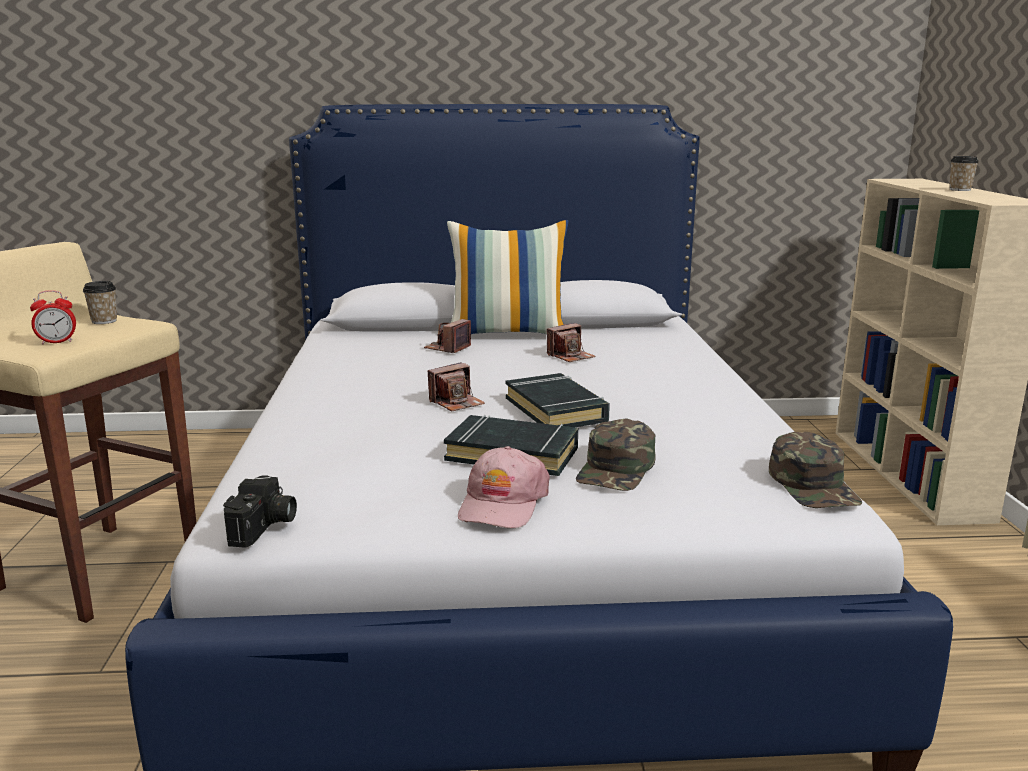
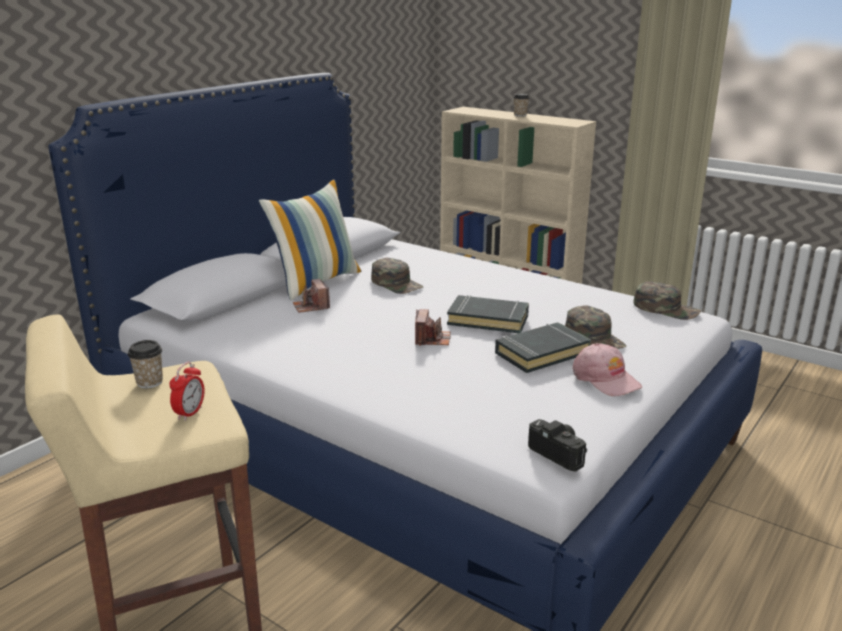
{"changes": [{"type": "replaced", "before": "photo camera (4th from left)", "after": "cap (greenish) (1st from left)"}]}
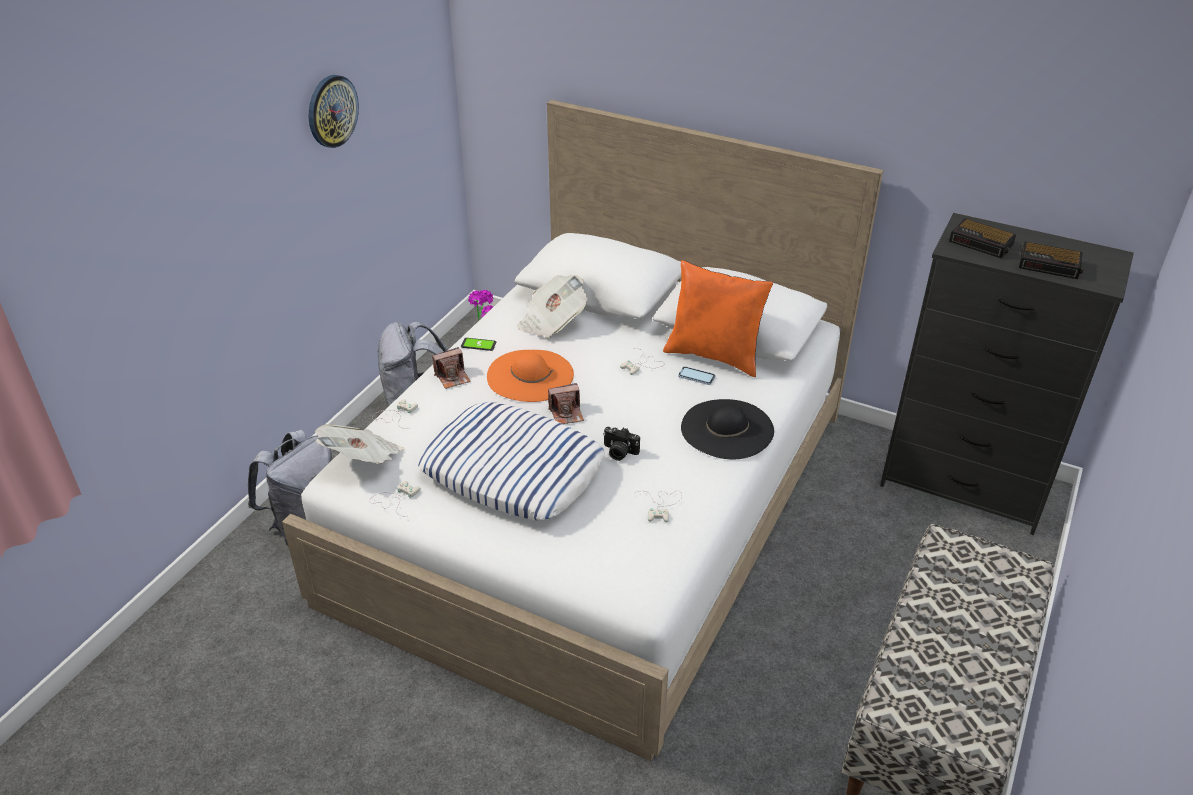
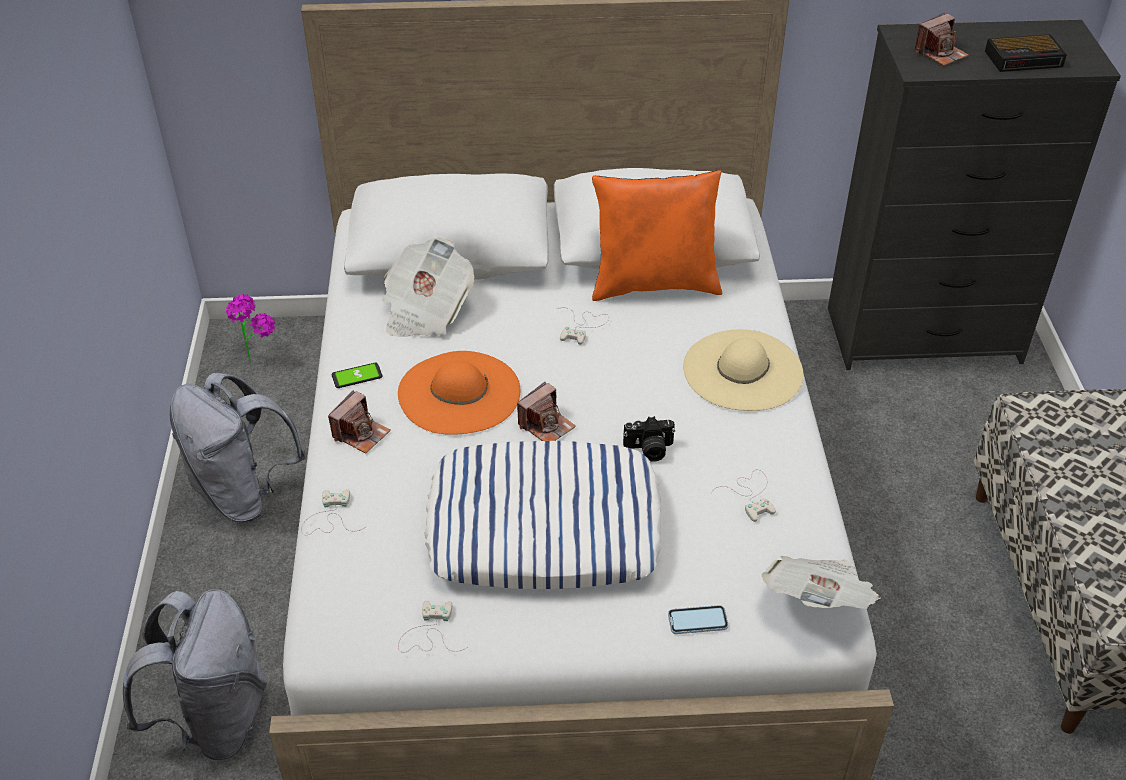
{"changes": [{"type": "removed", "before": "wall clock"}, {"type": "replaced", "before": "bedside clock (1st from left)", "after": "photo camera (4th from left)"}, {"type": "moved", "before": "phone (2nd from left)"}, {"type": "recoloured", "before": "hat (black)", "after": "hat (beige)"}, {"type": "moved", "before": "newspaper (1st from left in the first image)", "after": "newspaper (2nd from left)"}]}
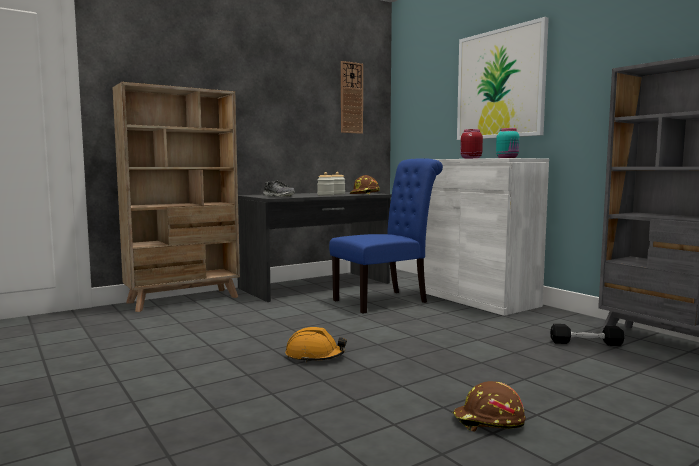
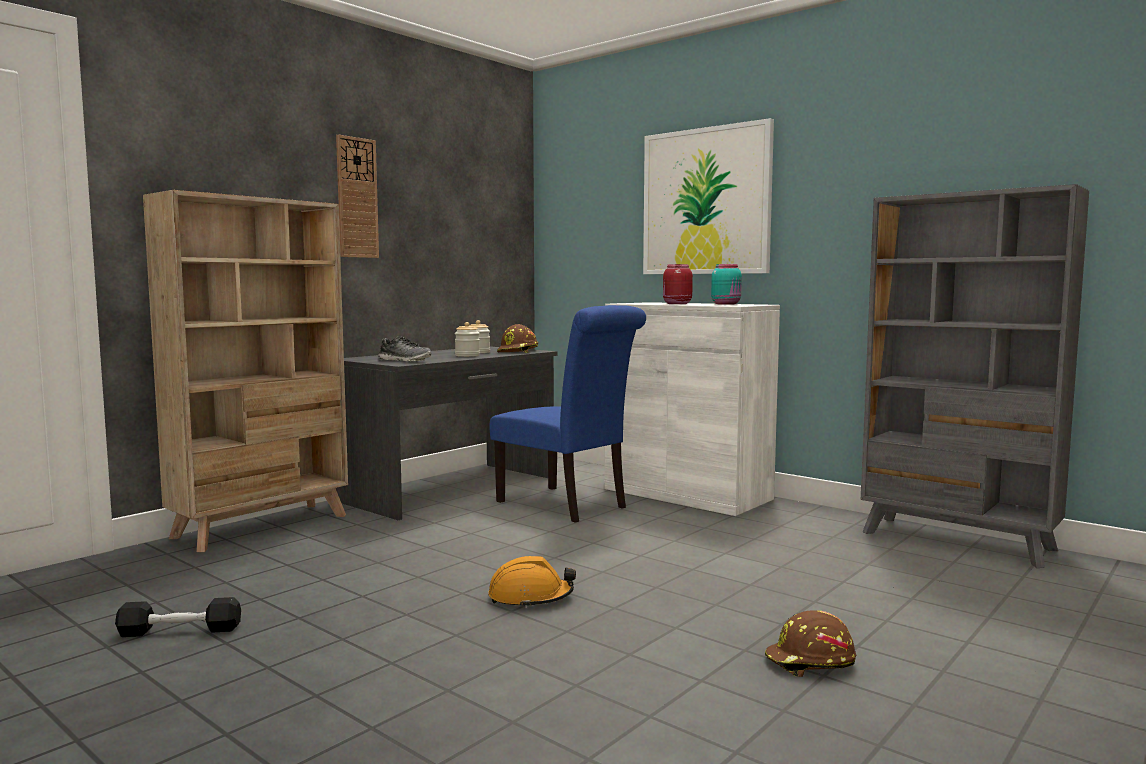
{"changes": [{"type": "moved", "before": "wall clock"}, {"type": "turned", "before": "upright chair (blue)", "turn": 90}, {"type": "moved", "before": "free weight (black)"}]}
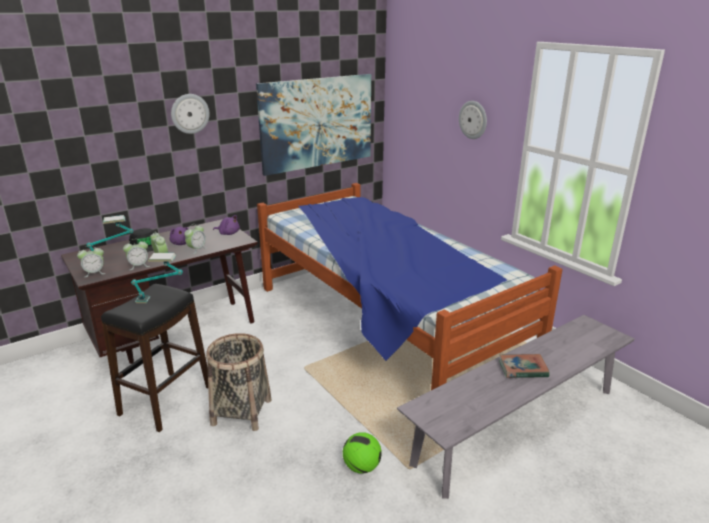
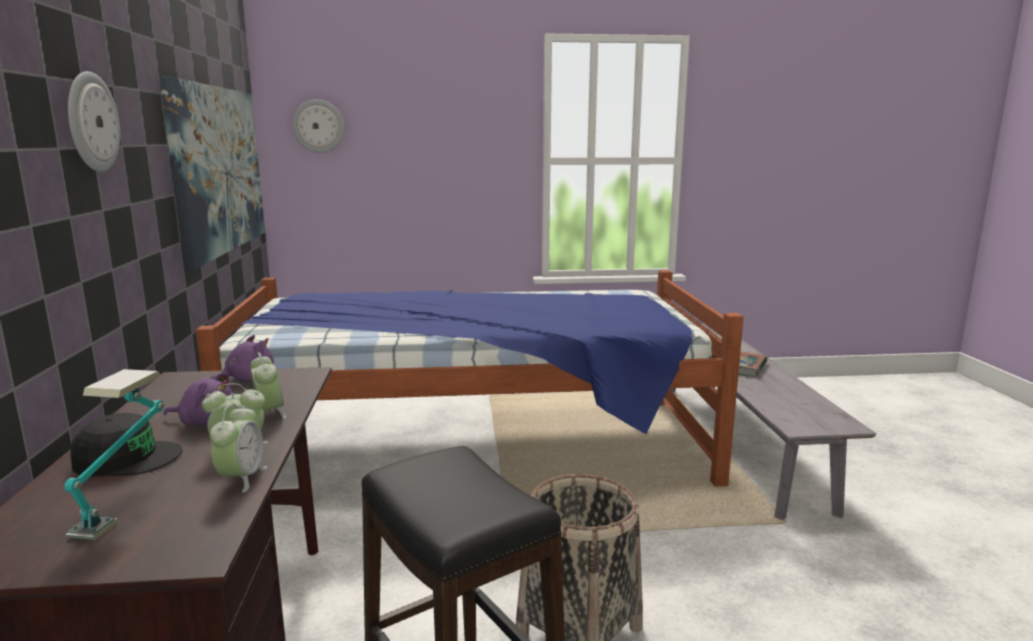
{"changes": [{"type": "moved", "before": "wall clock (2nd from left)"}, {"type": "removed", "before": "bedside clock (1st from left)"}, {"type": "removed", "before": "lamp for a table (2nd from left)"}, {"type": "removed", "before": "football"}]}
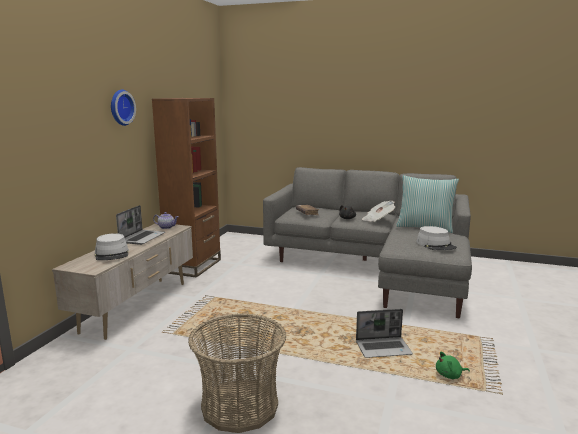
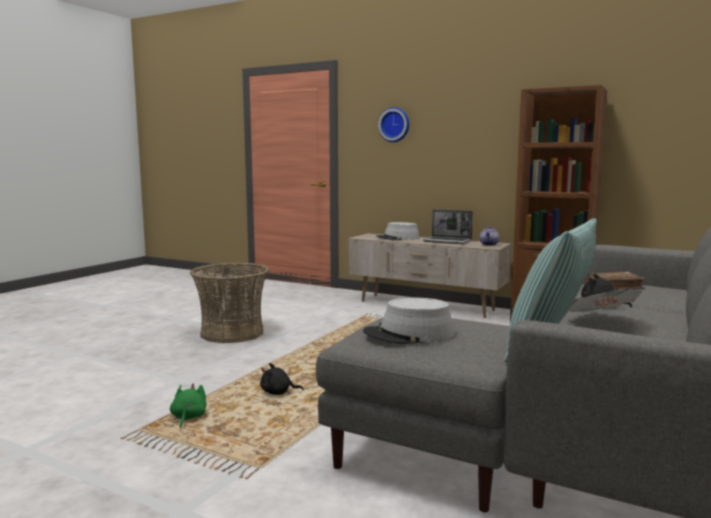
{"changes": [{"type": "moved", "before": "wall clock"}, {"type": "replaced", "before": "notebook computer (2nd from left)", "after": "plush toy (black) (1st from left)"}]}
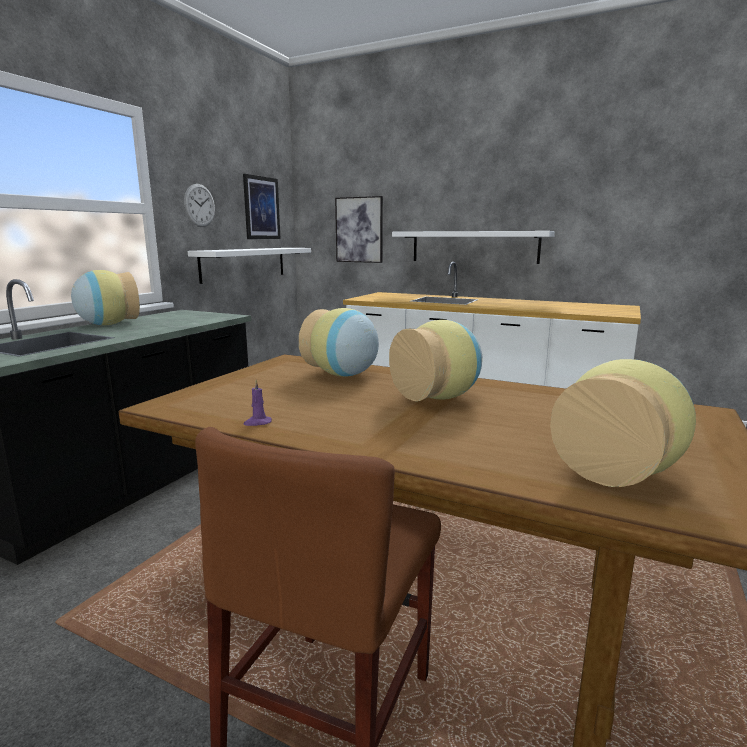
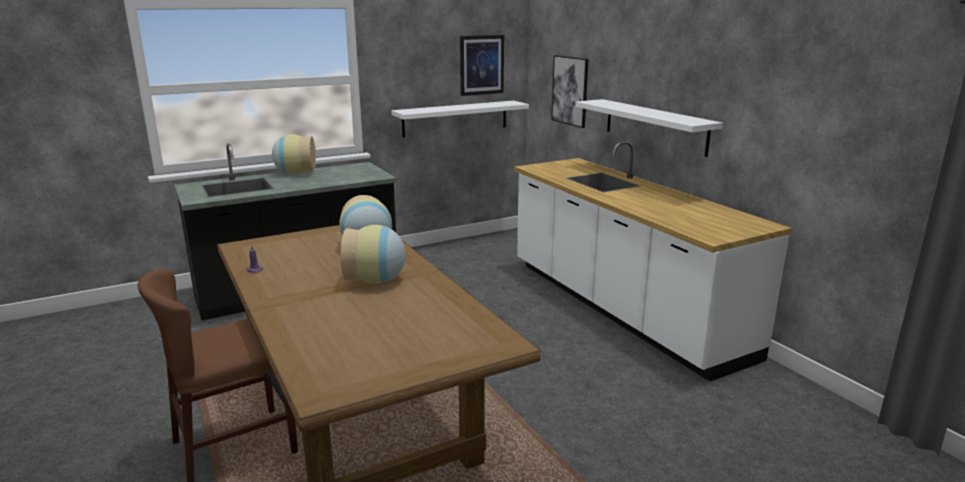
{"changes": [{"type": "removed", "before": "wall clock"}, {"type": "removed", "before": "flower vase (4th from left)"}]}
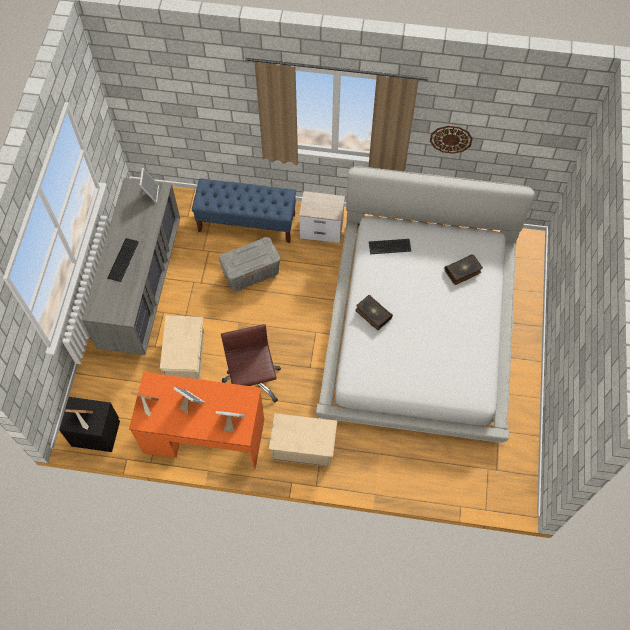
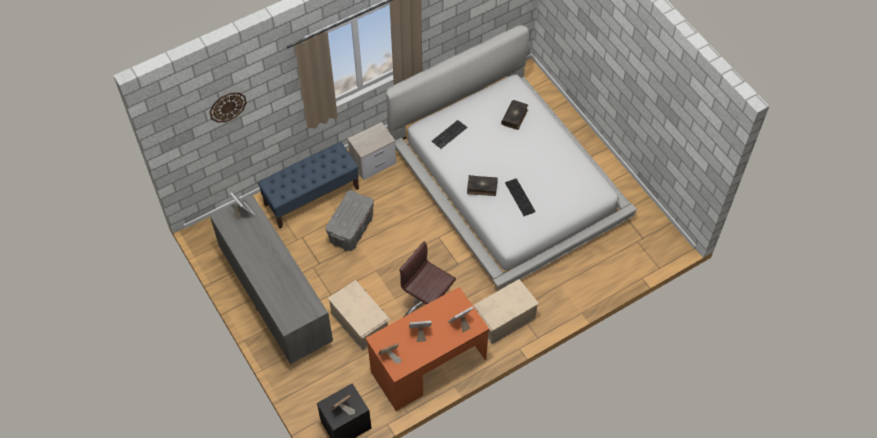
{"changes": [{"type": "moved", "before": "wall clock"}, {"type": "moved", "before": "computer keyboard (1st from left in the first image)", "after": "computer keyboard (2nd from left)"}]}
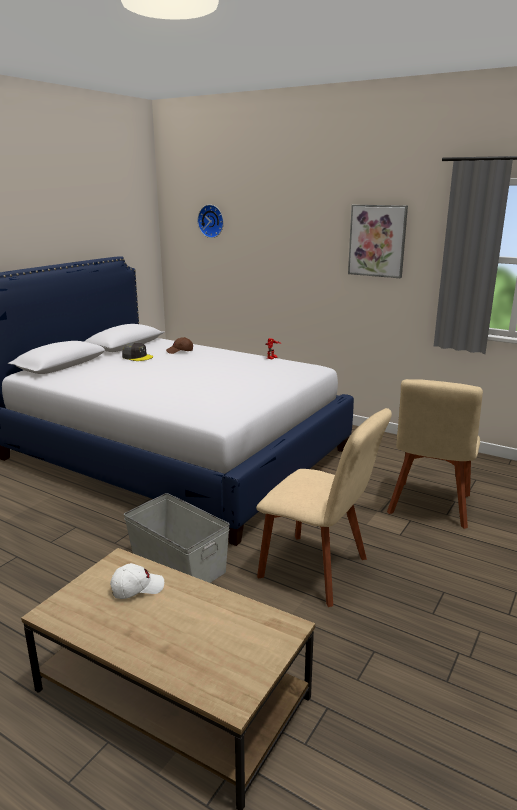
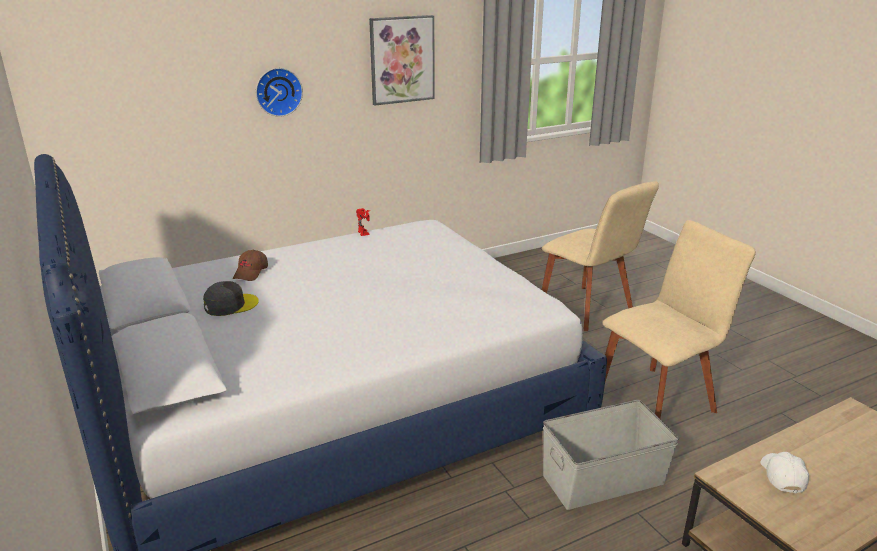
{"changes": [{"type": "moved", "before": "wall clock"}]}
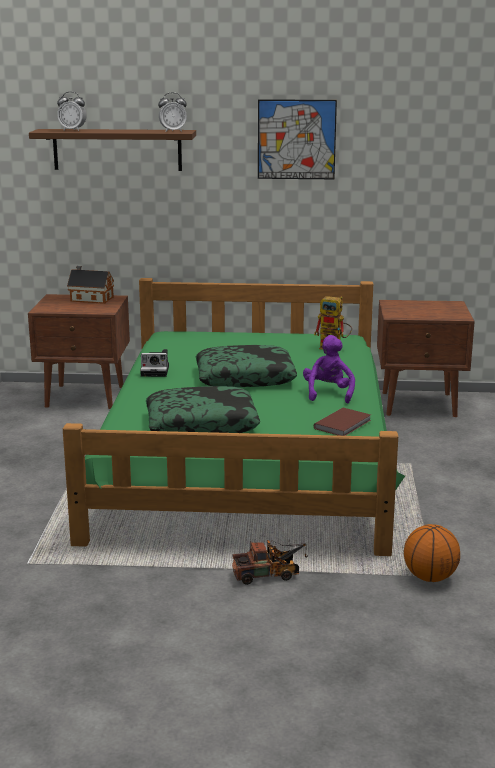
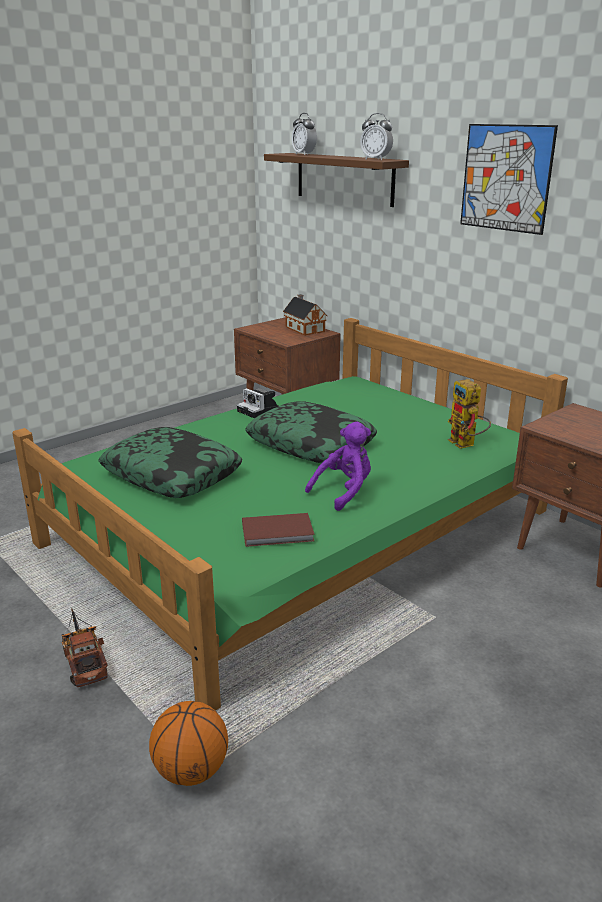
{"changes": [{"type": "turned", "before": "toy truck", "turn": -150}]}
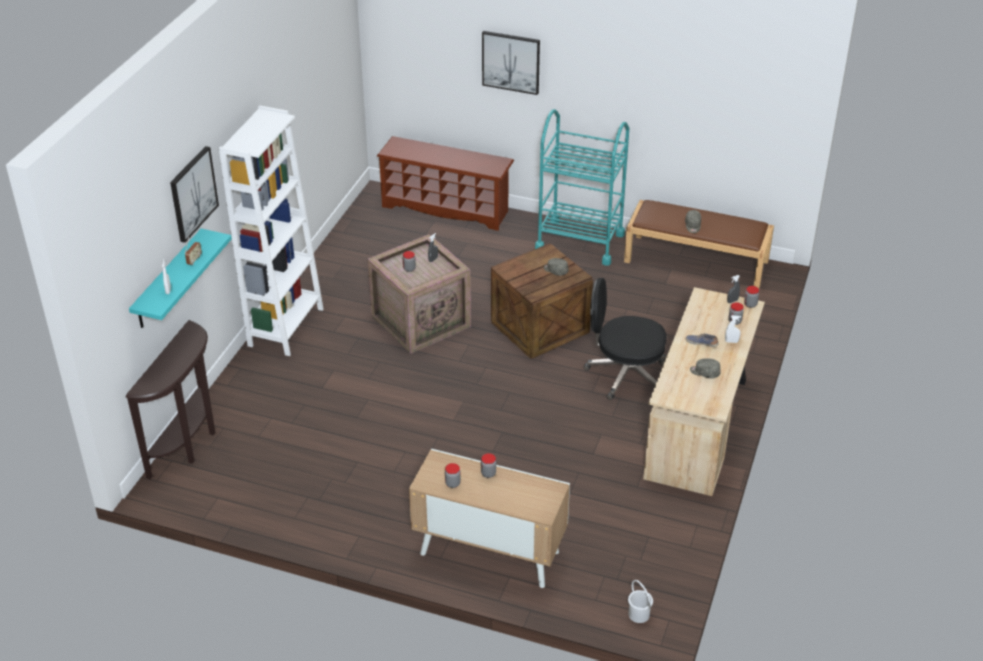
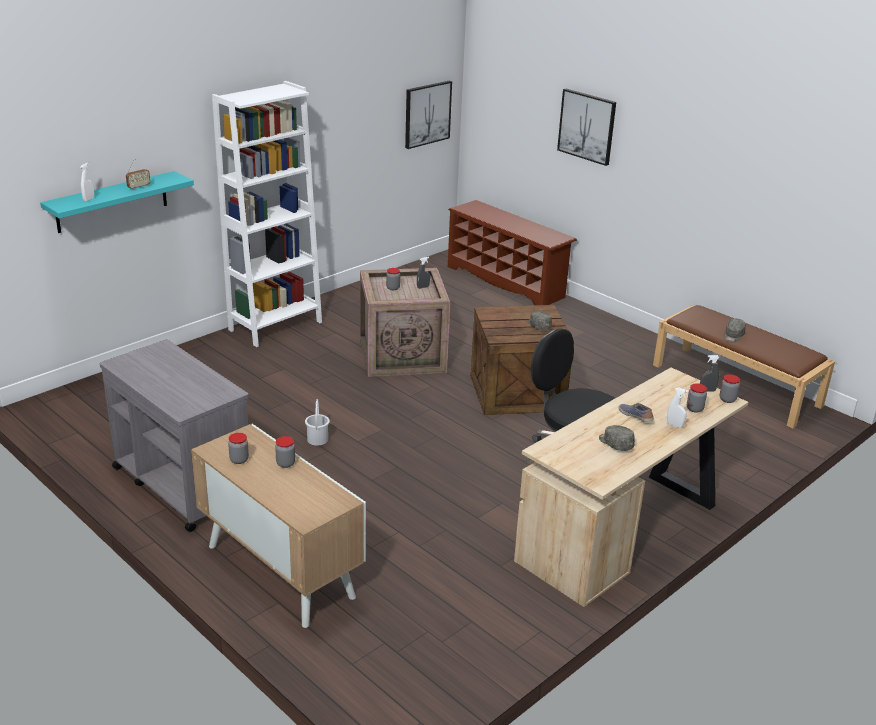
{"changes": [{"type": "removed", "before": "trolley (turquoise-coloured)"}, {"type": "moved", "before": "wall picture (1st from left)"}, {"type": "removed", "before": "hall table (brownish)"}, {"type": "moved", "before": "pail (white)"}, {"type": "added", "after": "trolley (grey)"}]}
